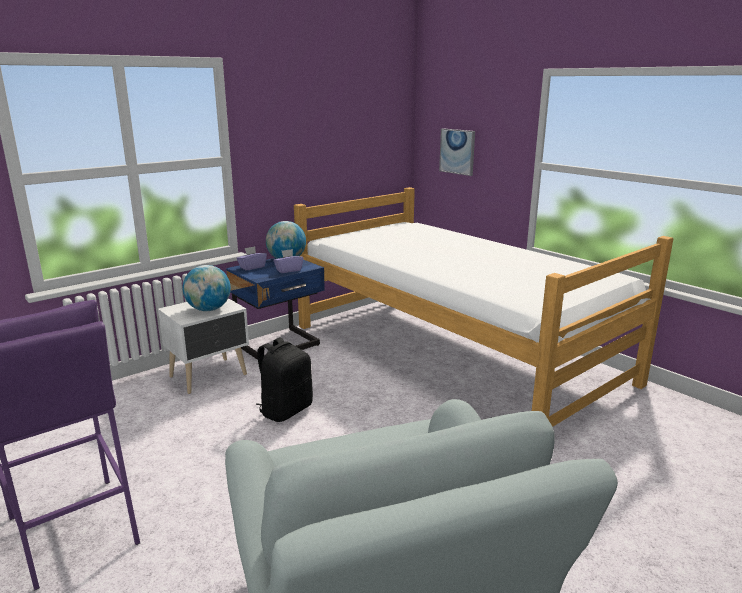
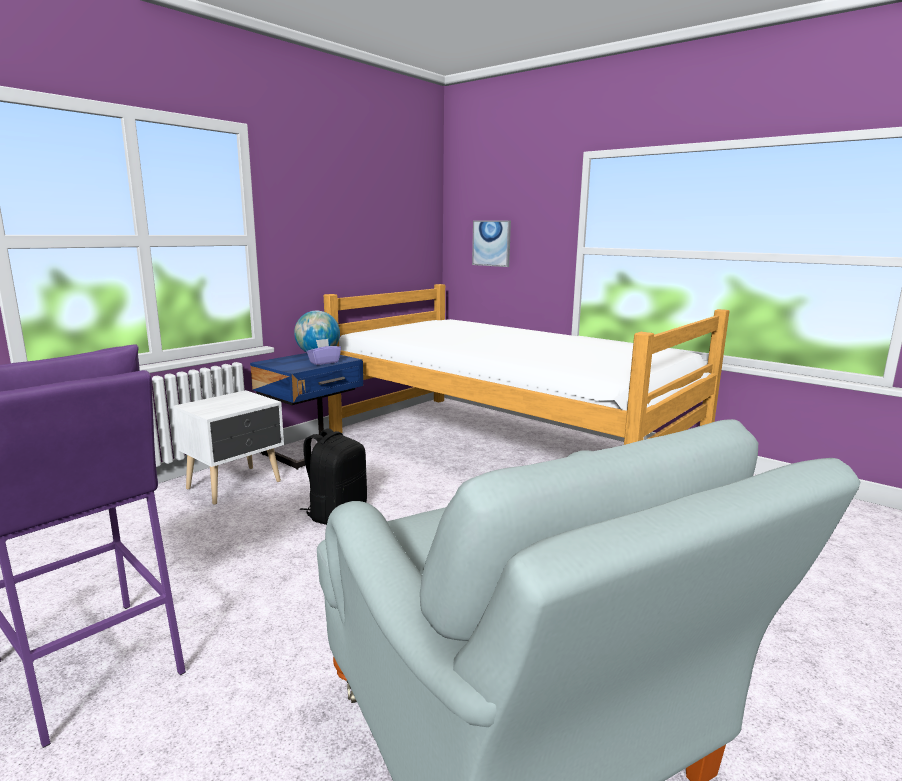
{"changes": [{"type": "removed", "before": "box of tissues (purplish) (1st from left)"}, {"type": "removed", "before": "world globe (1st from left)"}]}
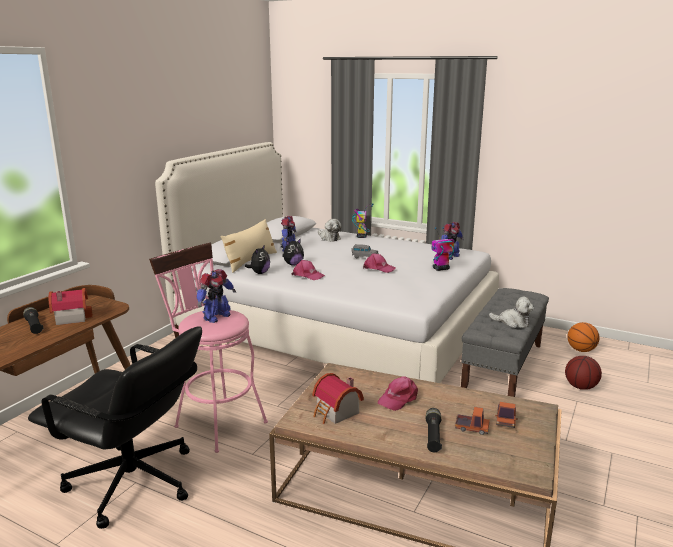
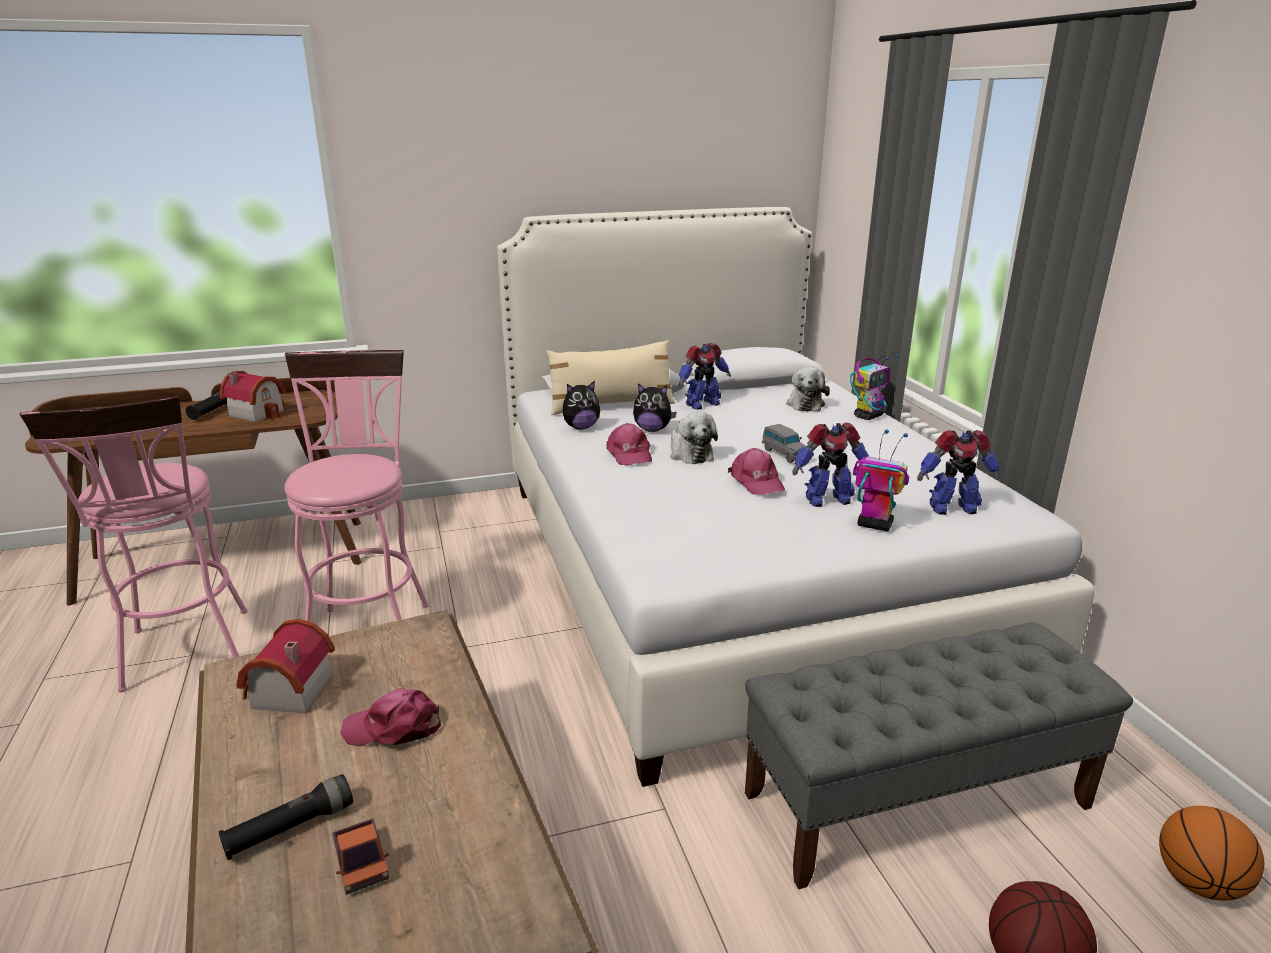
{"changes": [{"type": "moved", "before": "model robot (1st from left in the first image)", "after": "model robot (2nd from left)"}, {"type": "moved", "before": "plush toy (4th from left in the first image)", "after": "plush toy (3rd from left)"}, {"type": "replaced", "before": "office chair (black)", "after": "sitting stool (pink-coloured) (1st from left)"}, {"type": "removed", "before": "toy truck (2nd from left)"}]}
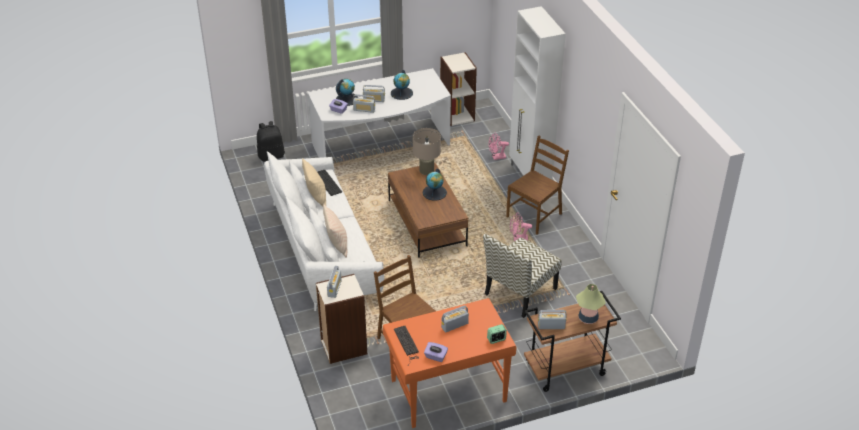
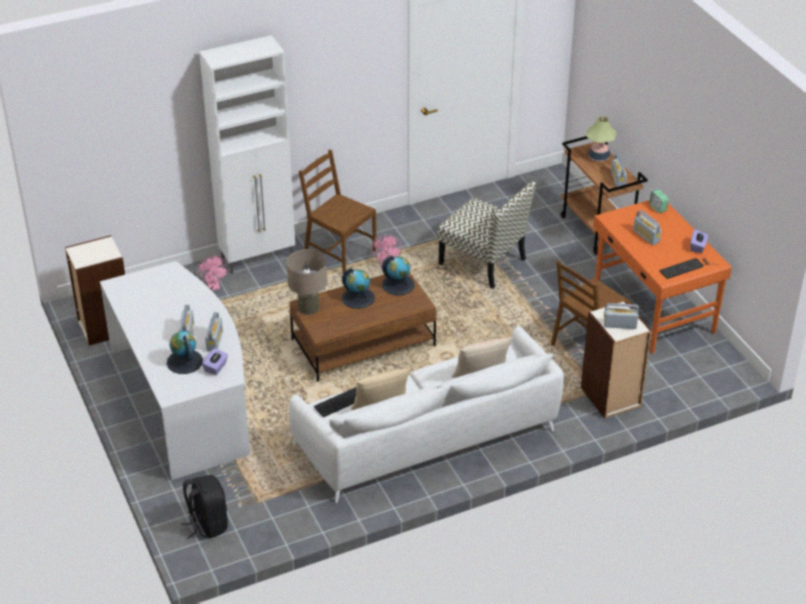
{"changes": [{"type": "moved", "before": "world globe (2nd from left in the first image)", "after": "world globe (3rd from left)"}]}
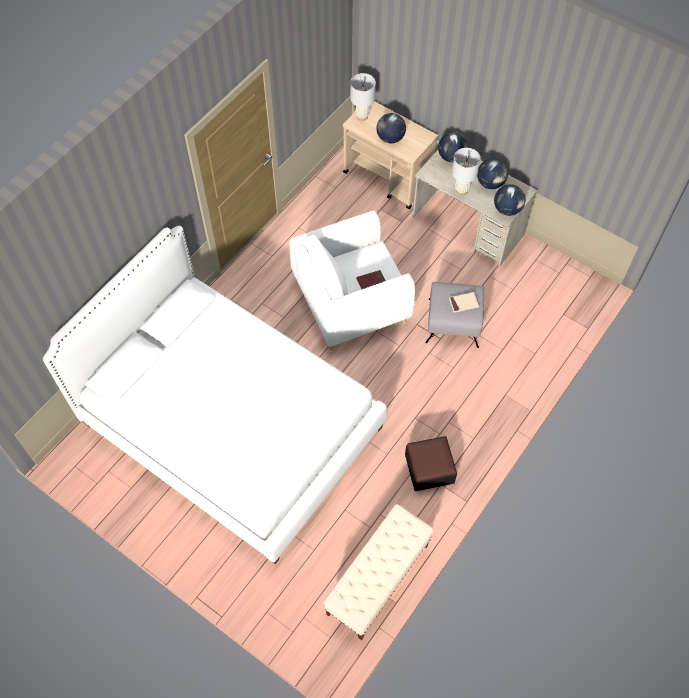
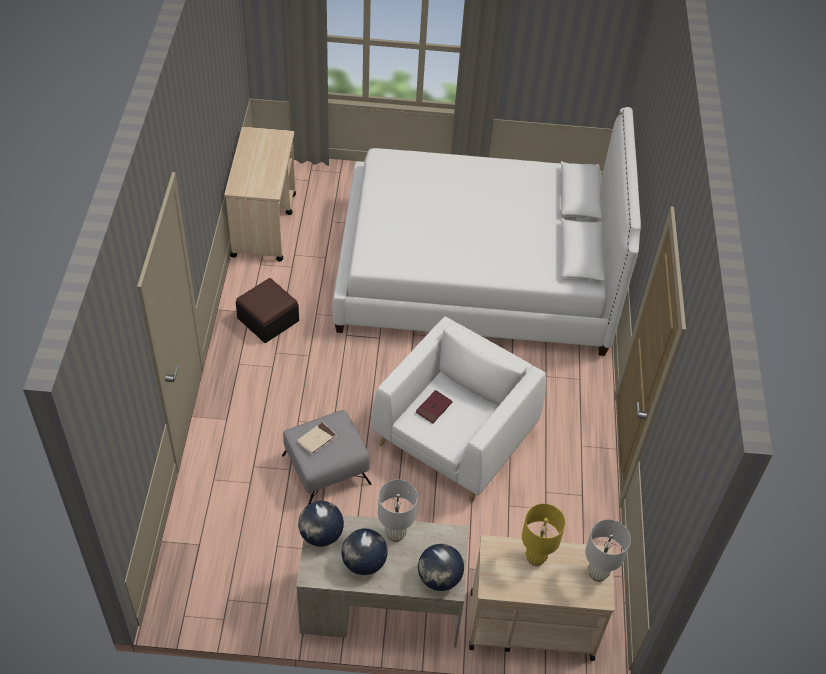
{"changes": [{"type": "replaced", "before": "world globe (1st from left)", "after": "lamp for a table (yellow-coloured)"}, {"type": "replaced", "before": "indoor bench (beige)", "after": "trolley (beige) (1st from left)"}]}
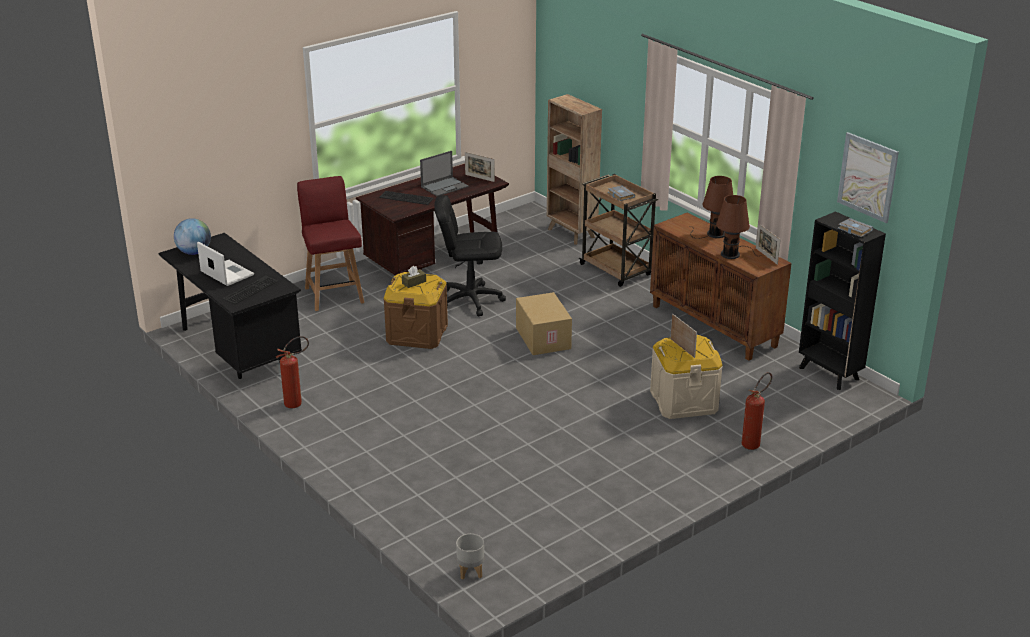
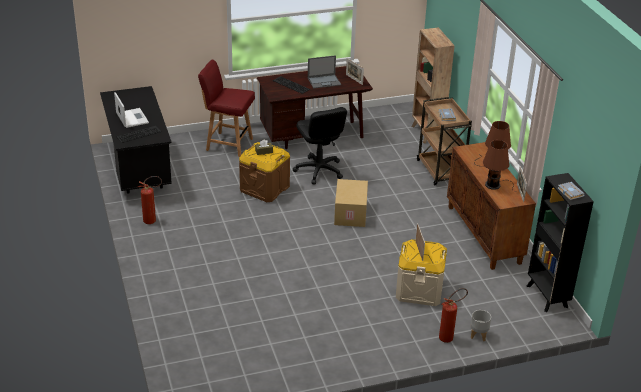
{"changes": [{"type": "removed", "before": "wall picture"}, {"type": "turned", "before": "upright chair (reddish)", "turn": -75}, {"type": "turned", "before": "office chair (black)", "turn": -135}, {"type": "removed", "before": "world globe"}, {"type": "moved", "before": "planter (grey)"}]}
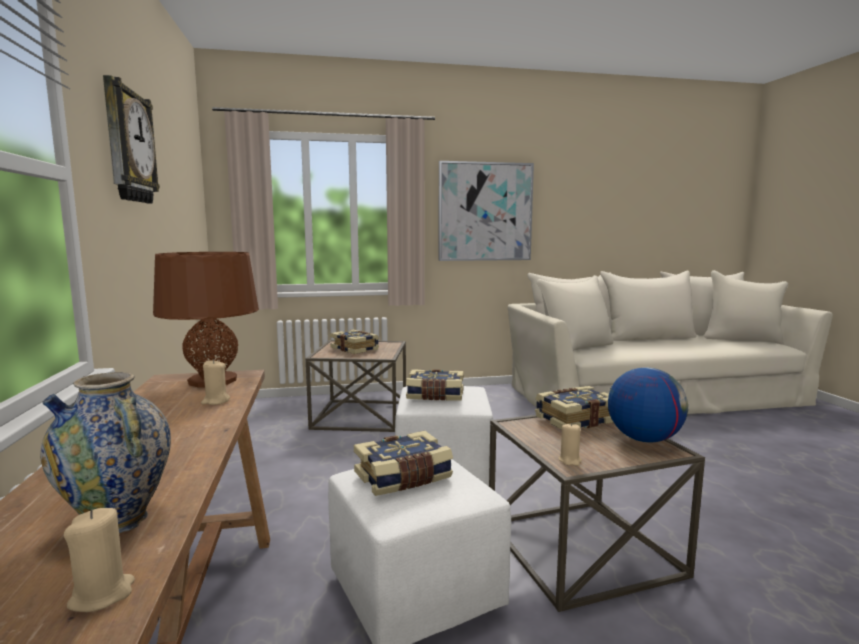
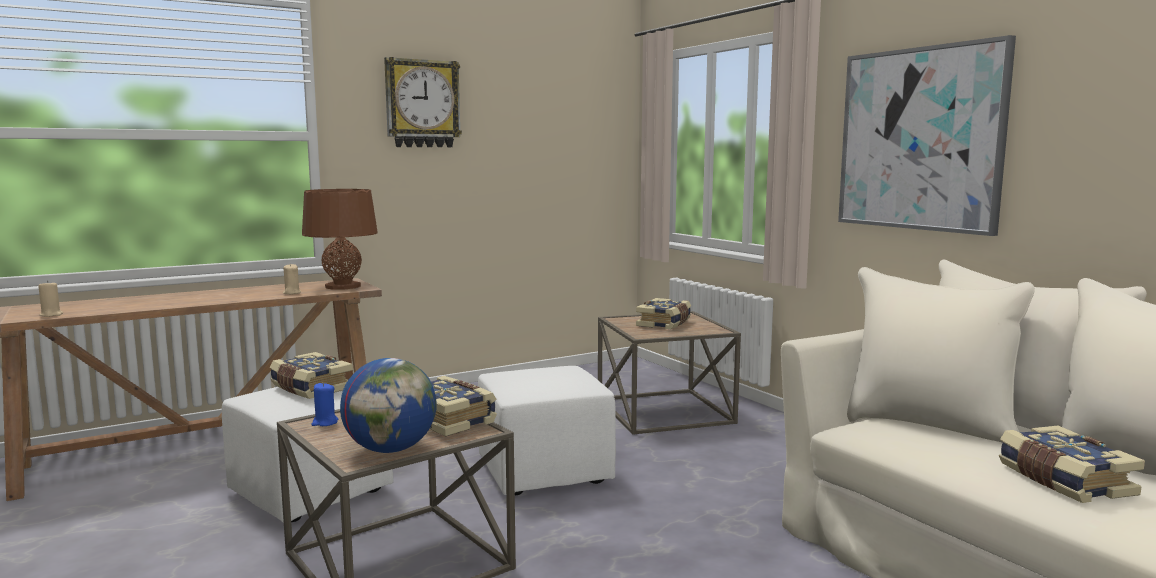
{"changes": [{"type": "moved", "before": "book (3rd from left in the first image)", "after": "book (4th from left)"}, {"type": "removed", "before": "flower vase"}, {"type": "recoloured", "before": "wax light (beige) (3rd from left)", "after": "wax light (blue)"}]}
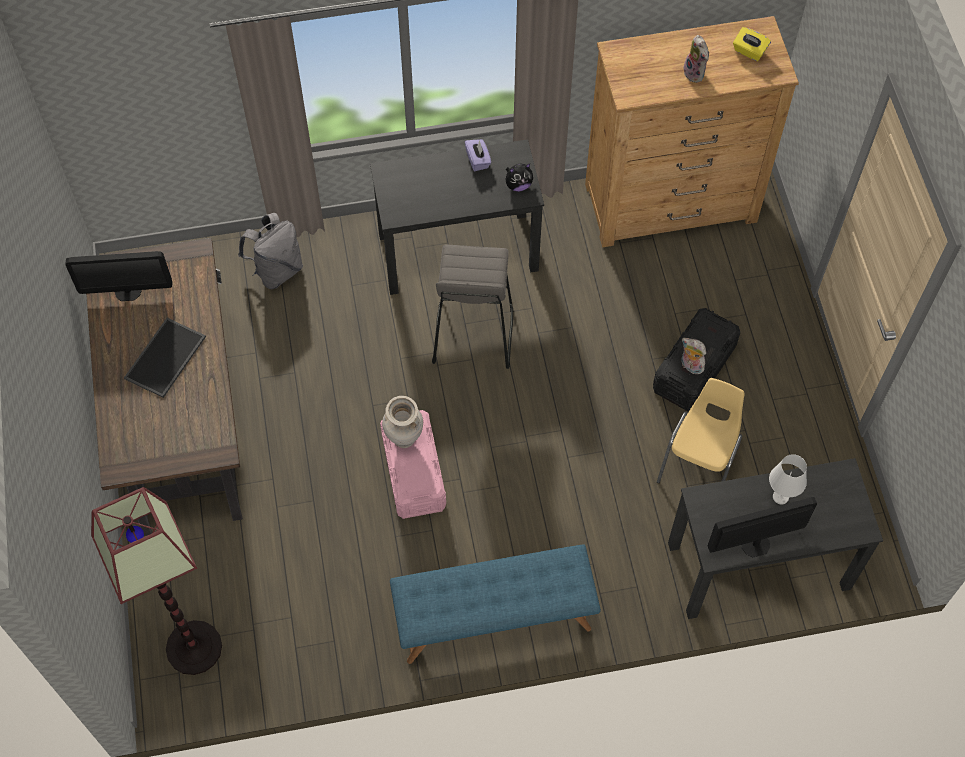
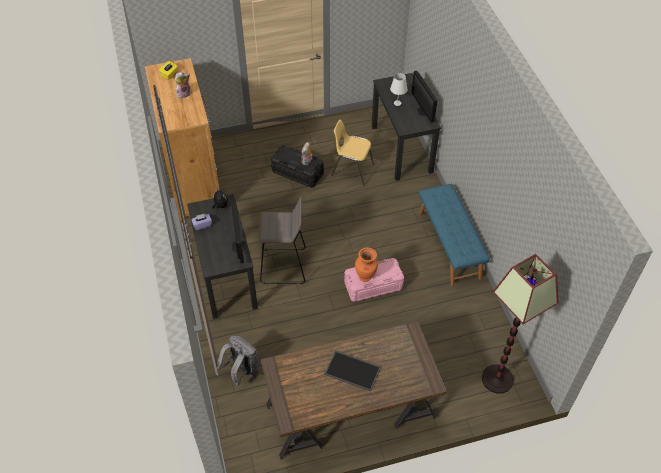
{"changes": [{"type": "moved", "before": "computer display (1st from left)"}, {"type": "recoloured", "before": "flower vase (beige)", "after": "flower vase (orange)"}]}
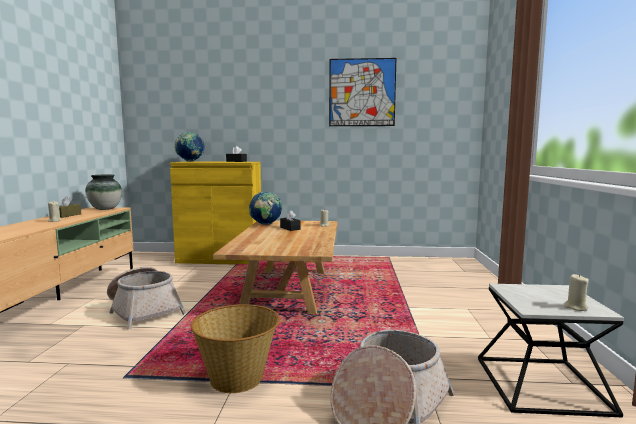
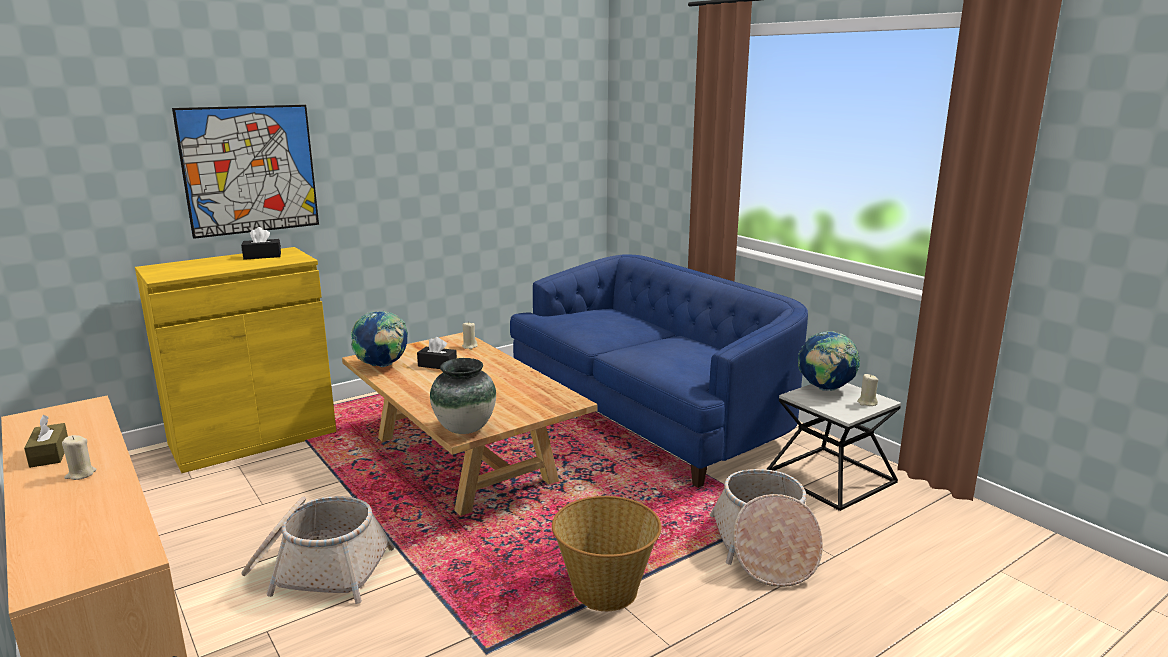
{"changes": [{"type": "moved", "before": "wall picture"}, {"type": "moved", "before": "world globe (1st from left in the first image)", "after": "world globe (2nd from left)"}, {"type": "moved", "before": "flower vase"}, {"type": "added", "after": "sofa (blue)"}]}
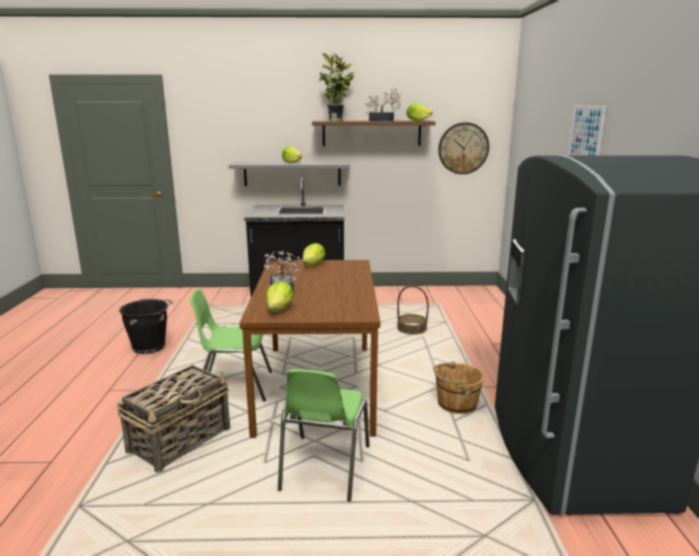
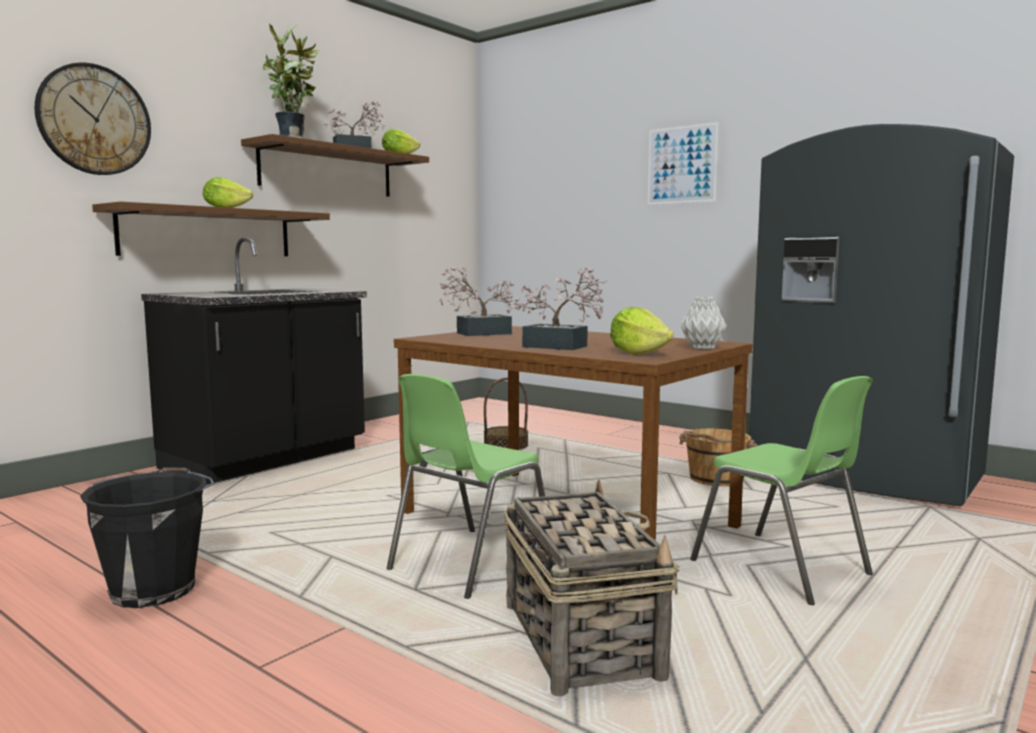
{"changes": [{"type": "moved", "before": "wall clock"}, {"type": "recoloured", "before": "shelf (grey)", "after": "shelf (brownish) (1st from left)"}, {"type": "replaced", "before": "lettuce head (3rd from left)", "after": "houseplant (3rd from left)"}, {"type": "added", "after": "flower vase (grey)"}]}
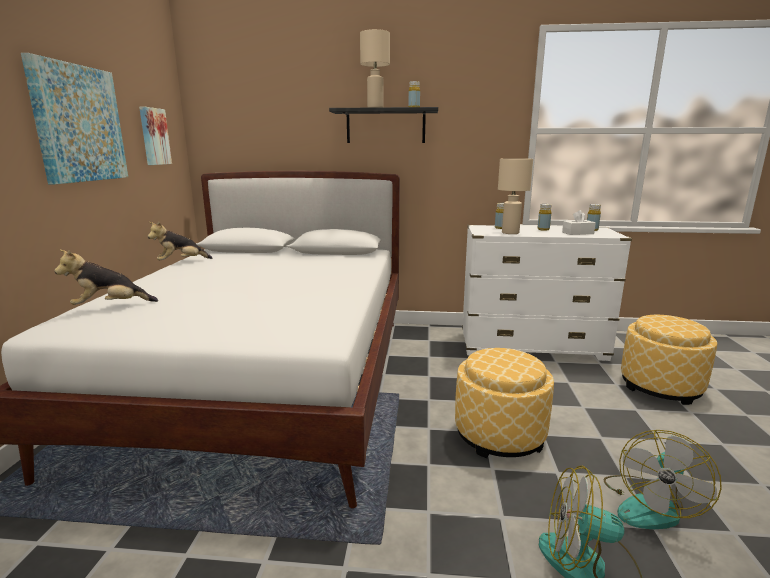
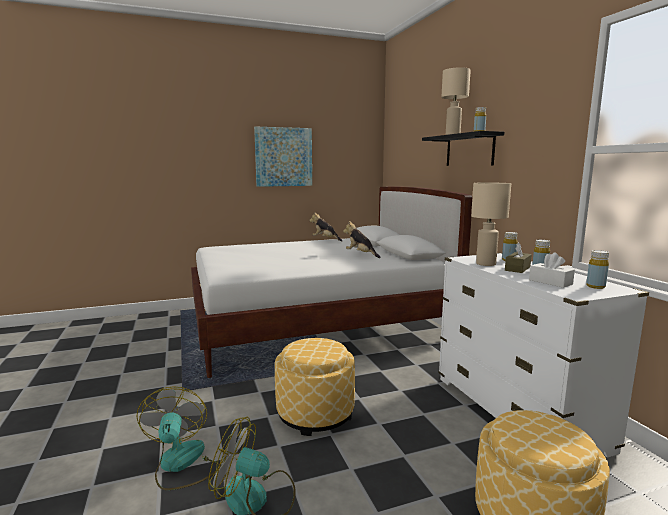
{"changes": [{"type": "removed", "before": "wall picture (2nd from left)"}, {"type": "moved", "before": "plush toy (1st from left in the first image)", "after": "plush toy (2nd from left)"}, {"type": "added", "after": "box of tissues (brownish)"}]}
